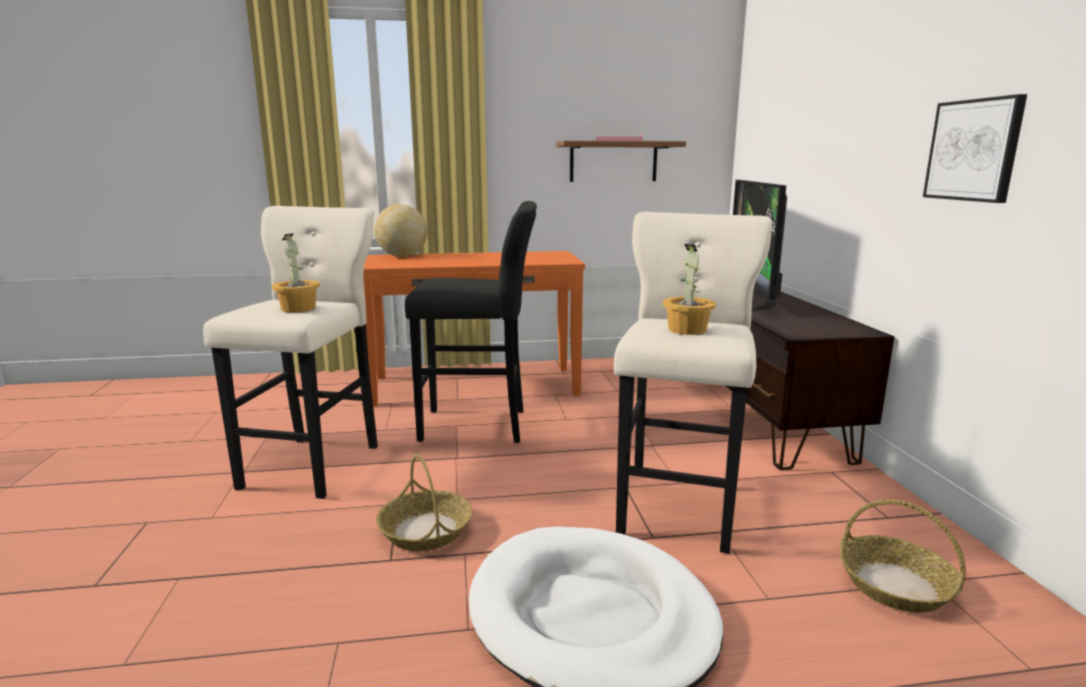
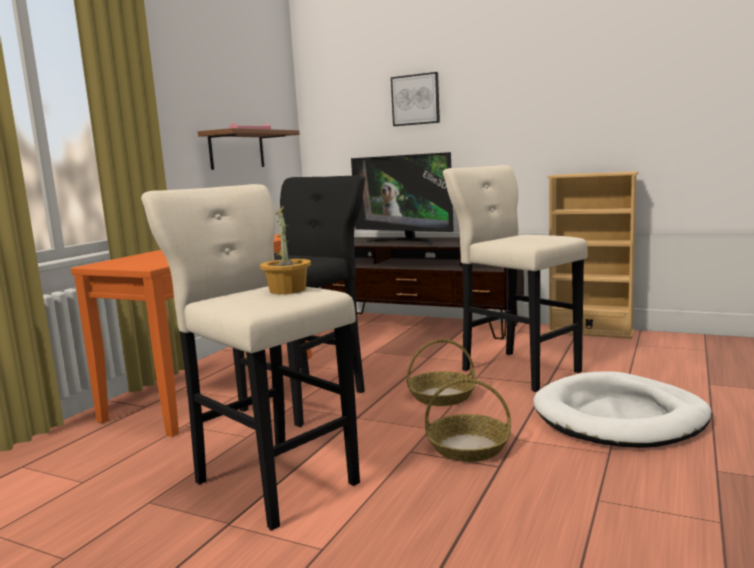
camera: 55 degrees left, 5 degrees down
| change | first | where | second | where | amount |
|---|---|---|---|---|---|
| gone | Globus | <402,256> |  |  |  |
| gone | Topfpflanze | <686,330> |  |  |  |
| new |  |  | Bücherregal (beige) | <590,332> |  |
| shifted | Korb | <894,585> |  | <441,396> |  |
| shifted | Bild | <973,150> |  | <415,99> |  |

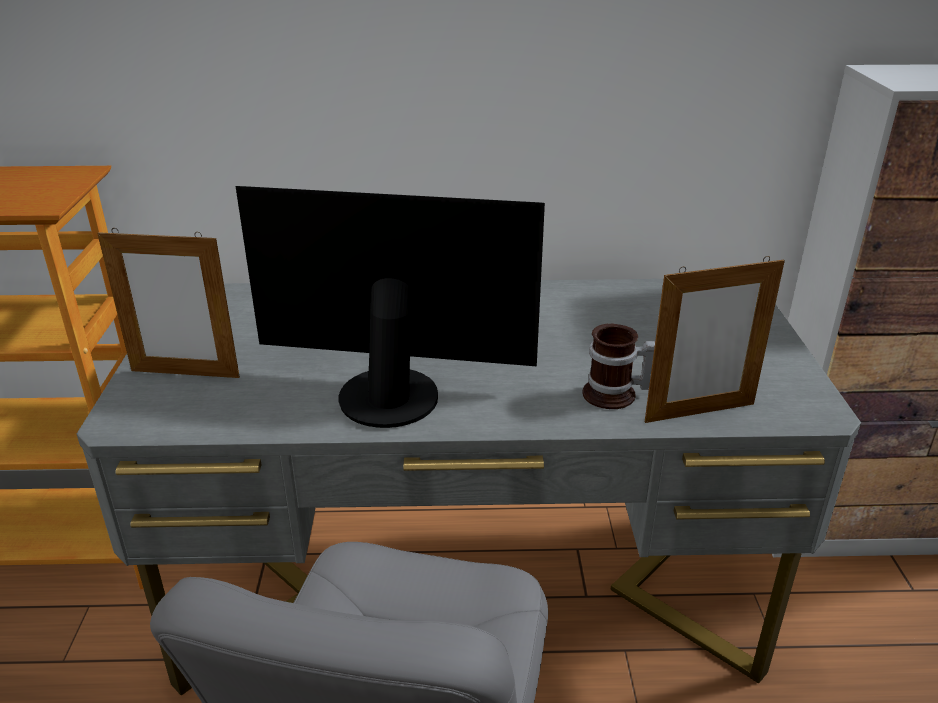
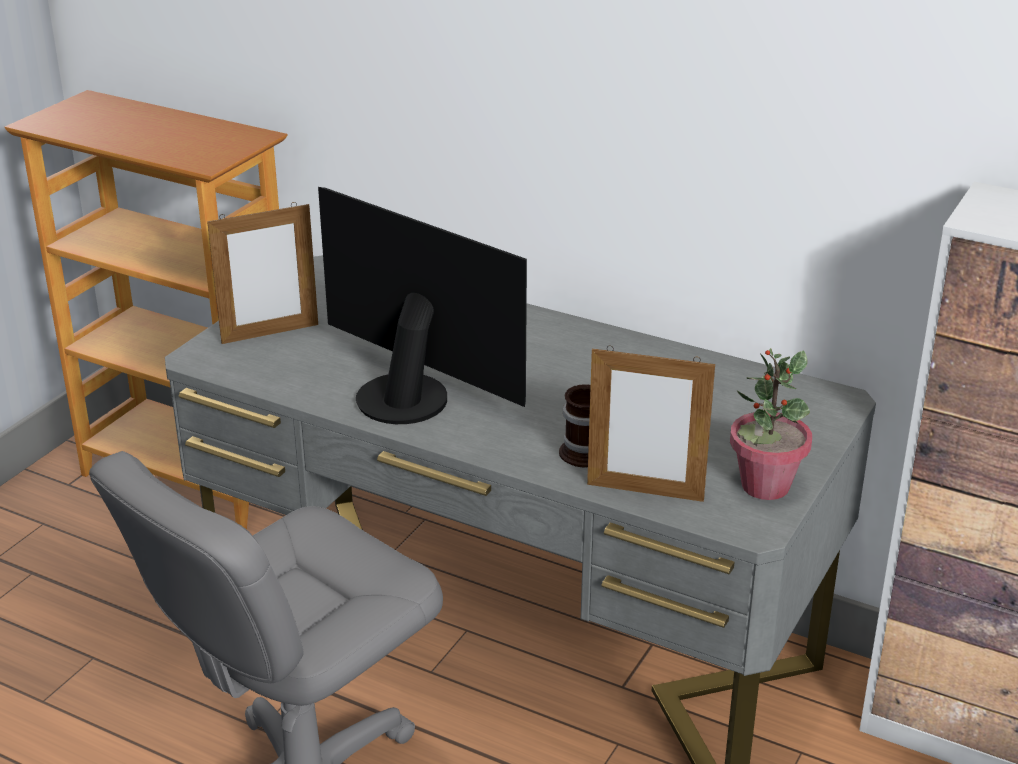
camera: 30 degrees right, 0 degrees up
| change | first | where | second | where | amount |
|---|---|---|---|---|---|
| new |  |  | Topfpflanze | <764,486> |  |
| rotated | Bilderrahmen | <185,373> |  | <270,333> | 60 degrees counterclockwise |

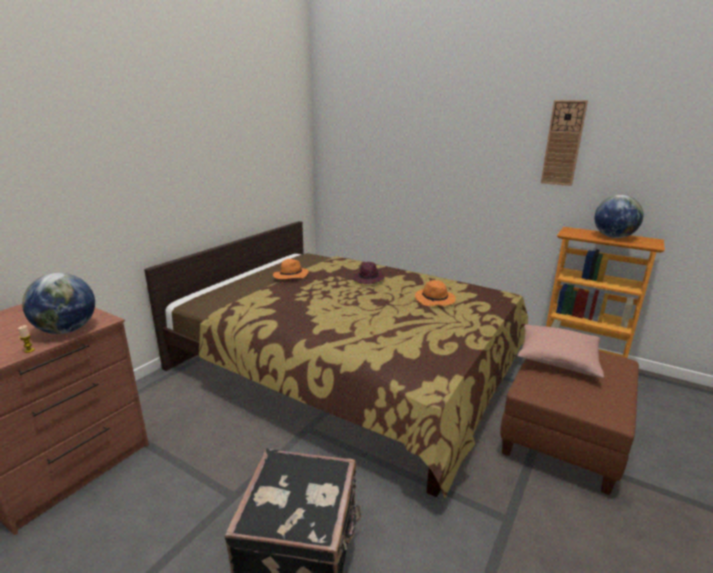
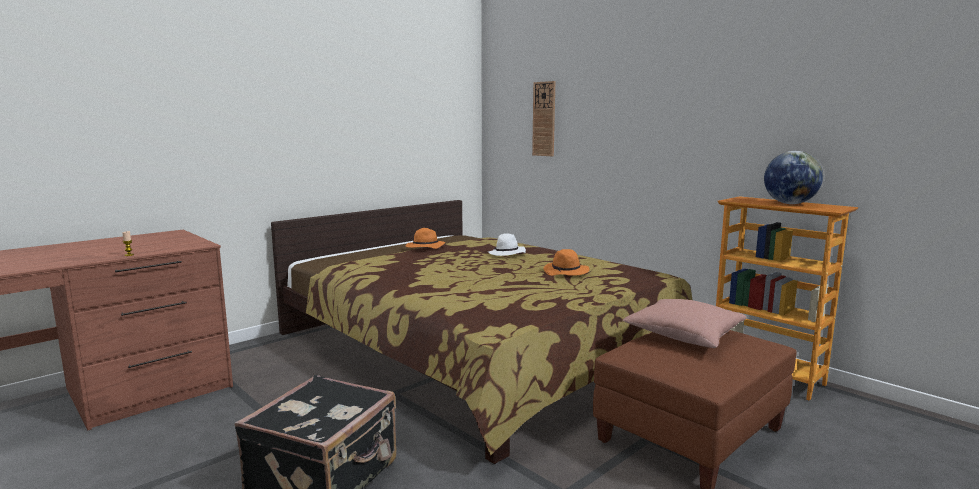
camera: 15 degrees right, 10 degrees down
| change | first | where | second | where | amount |
|---|---|---|---|---|---|
| gone | Globus | <67,330> |  |  |  |
| shifted | Wanduhr | <563,143> |  | <544,119> |  |
| repainted | Hut (lila) | <368,279> | Hut (weiß) | <507,254> |  |

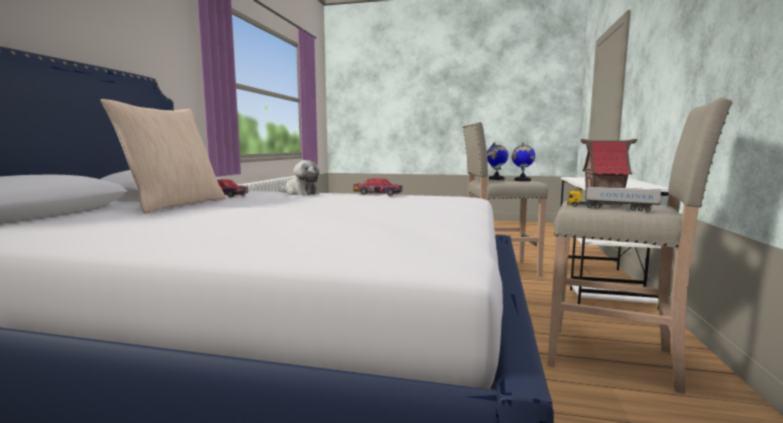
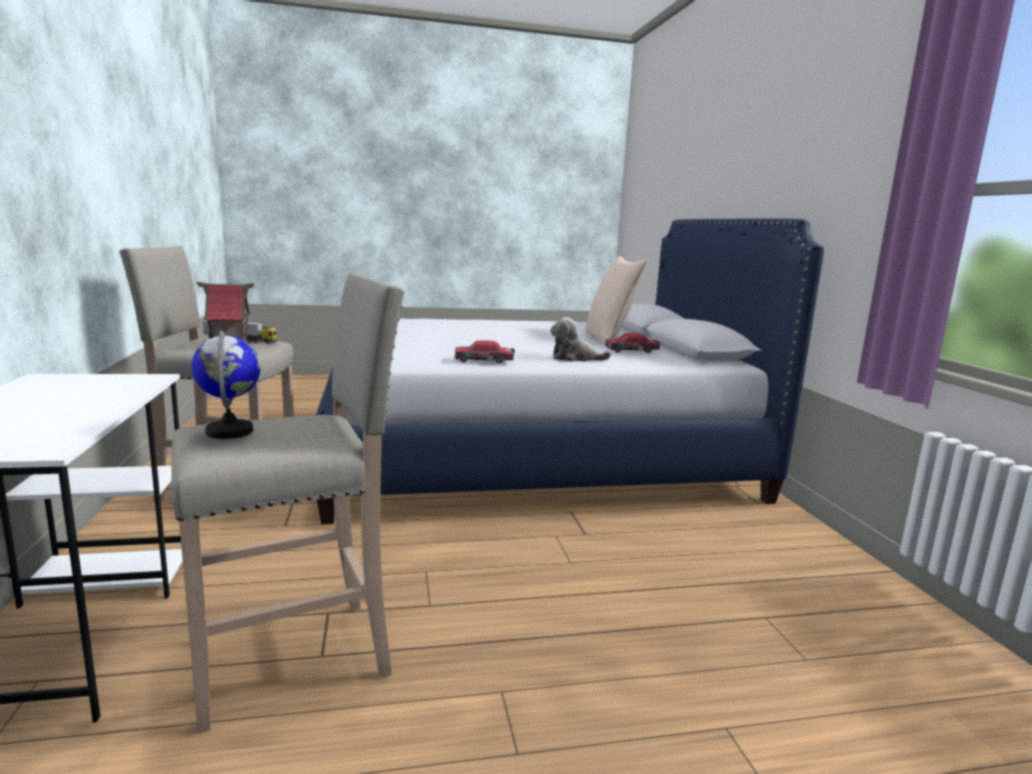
camera: 155 degrees right, 5 degrees up
| change | first | where | second | where | amount |
|---|---|---|---|---|---|
| gone | Globus | <496,179> |  |  |  |

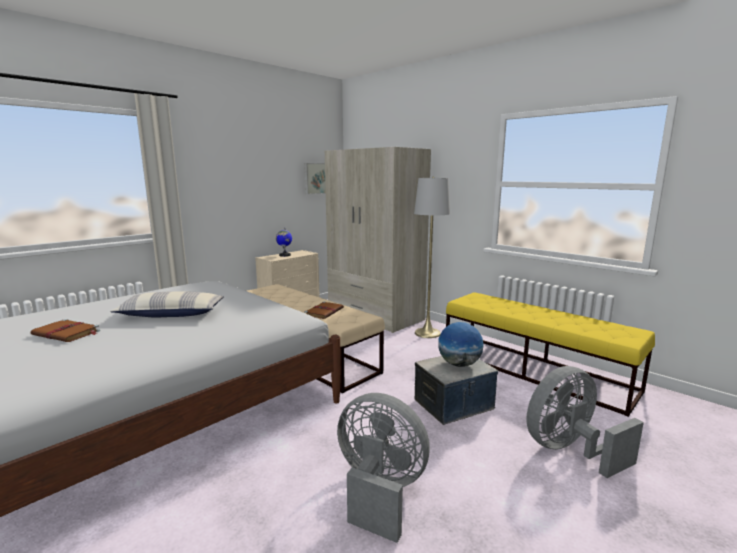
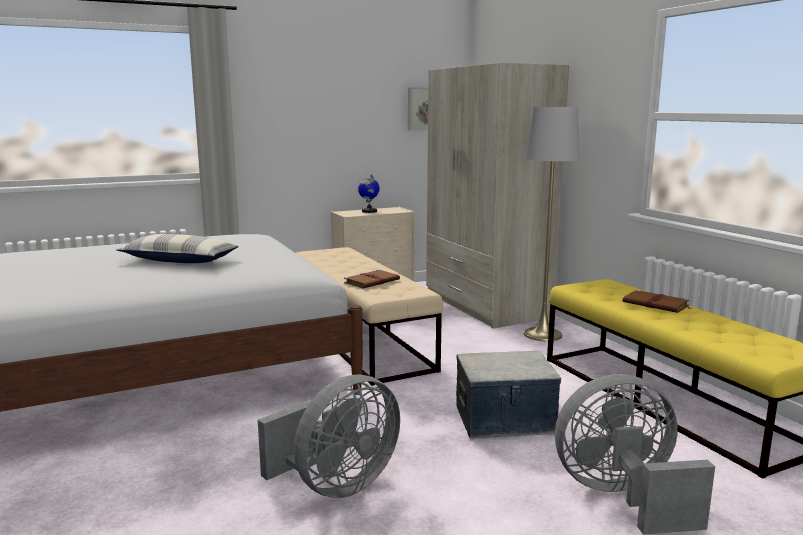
camera: 20 degrees right, 0 degrees up
| change | first | where | second | where | amount |
|---|---|---|---|---|---|
| gone | Globus | <459,364> |  |  |  |
| shifted | Buch (braun) | <67,333> |  | <656,304> |  |
| rotated | Ventilator (grau) | <379,491> |  | <337,485> | 90 degrees clockwise |

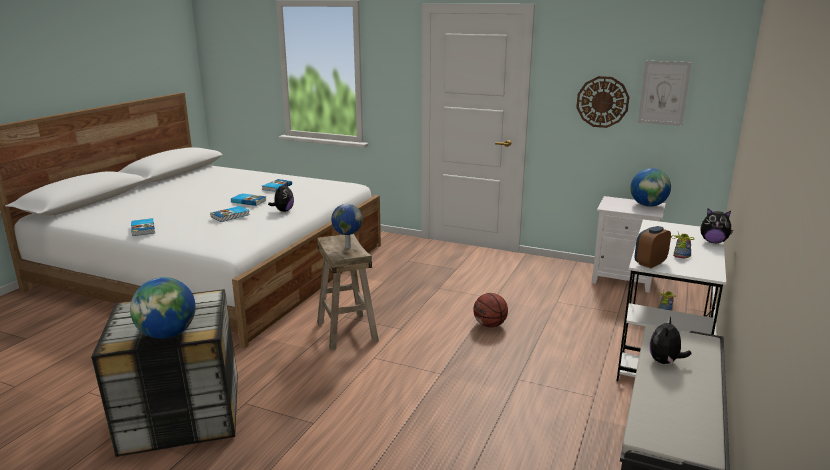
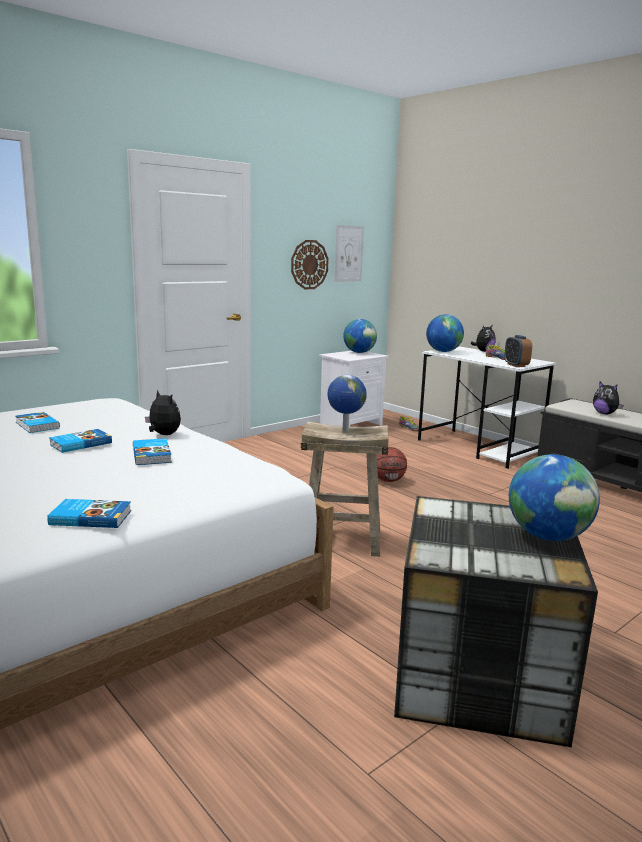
camera: 65 degrees left, 5 degrees down
| change | first | where | second | where | amount |
|---|---|---|---|---|---|
| new |  |  | Globus | <443,351> |  |

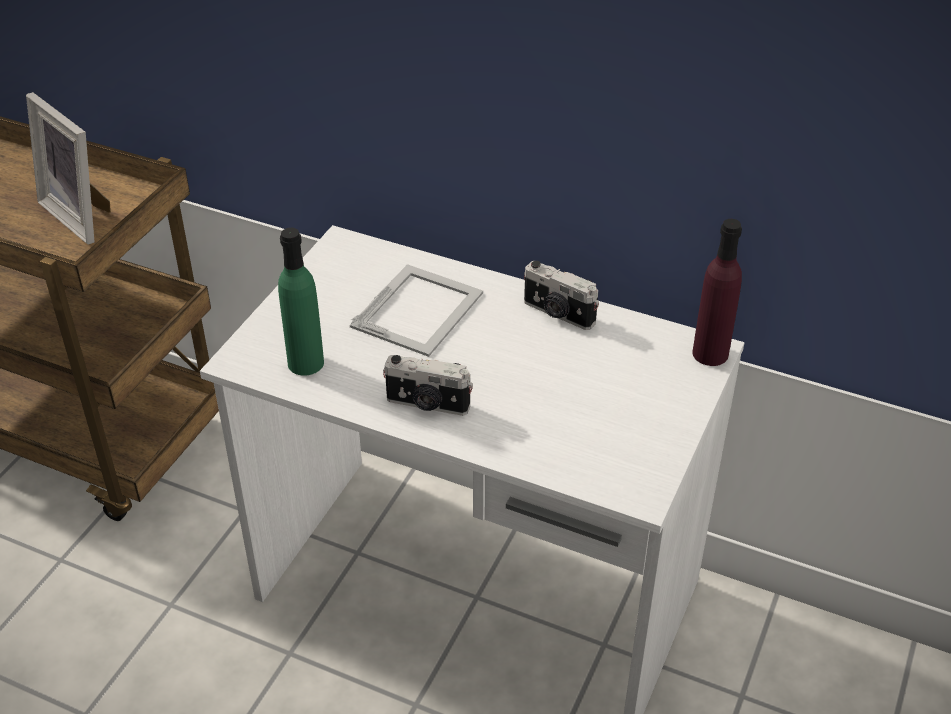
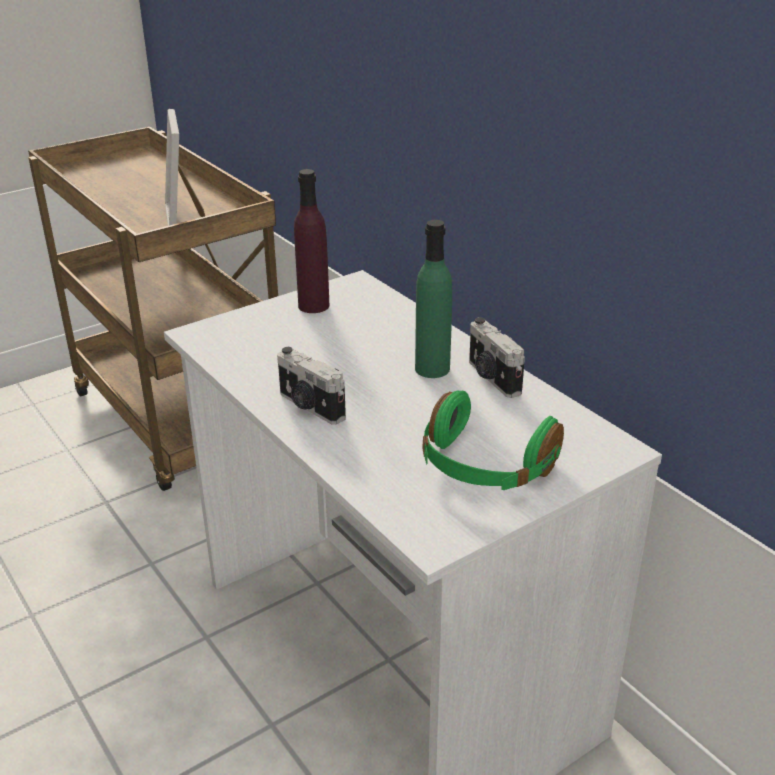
camera: 30 degrees right, 10 degrees down
| change | first | where | second | where | amount |
|---|---|---|---|---|---|
| gone | Bilderrahmen | <419,309> |  |  |  |
| new |  |  | Kopfhörer (grün) | <484,467> |  |
| shifted | Flasche (grün) | <306,363> |  | <432,369> |  |
| shifted | Flasche (lila) | <710,353> |  | <313,306> |  |

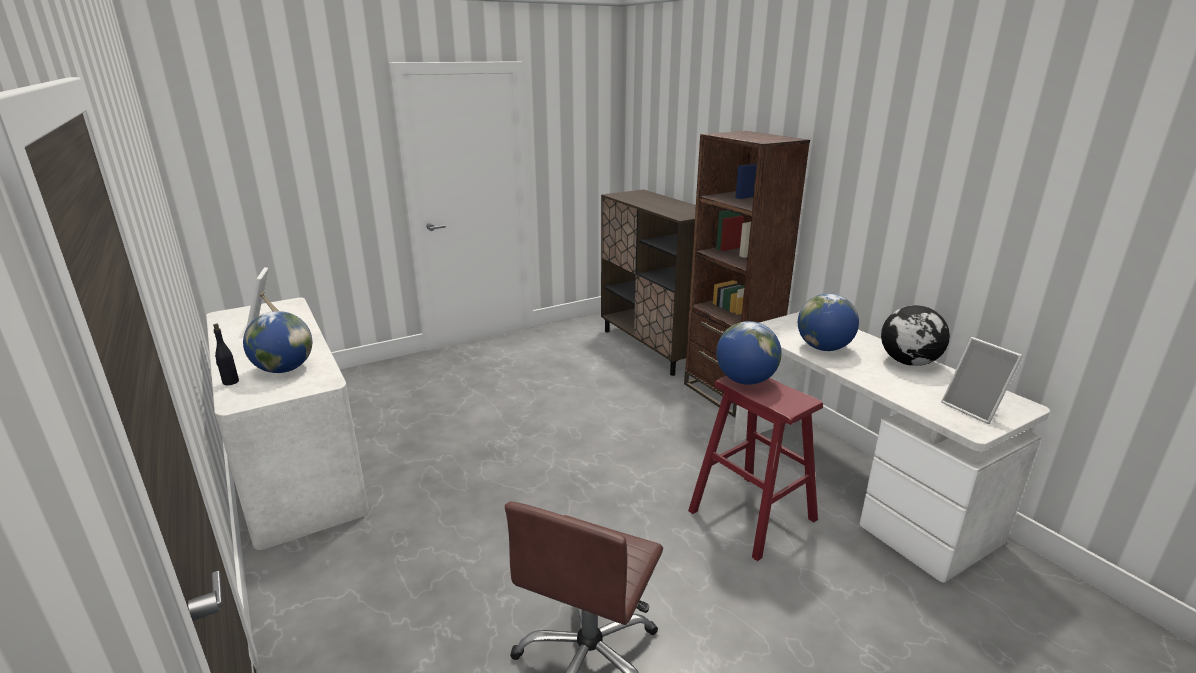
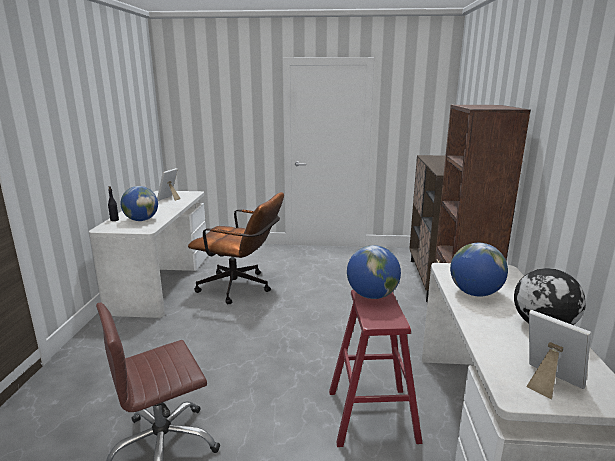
camera: 35 degrees right, 5 degrees down
| change | first | where | second | where | amount |
|---|---|---|---|---|---|
| new |  |  | Bürostuhl (braun) | <241,288> |  |
| rotated | Bilderrahmen | <974,409> |  | <548,382> | 135 degrees clockwise |

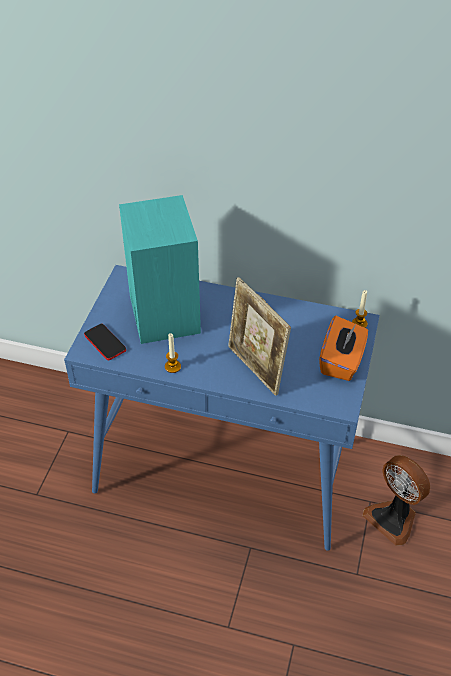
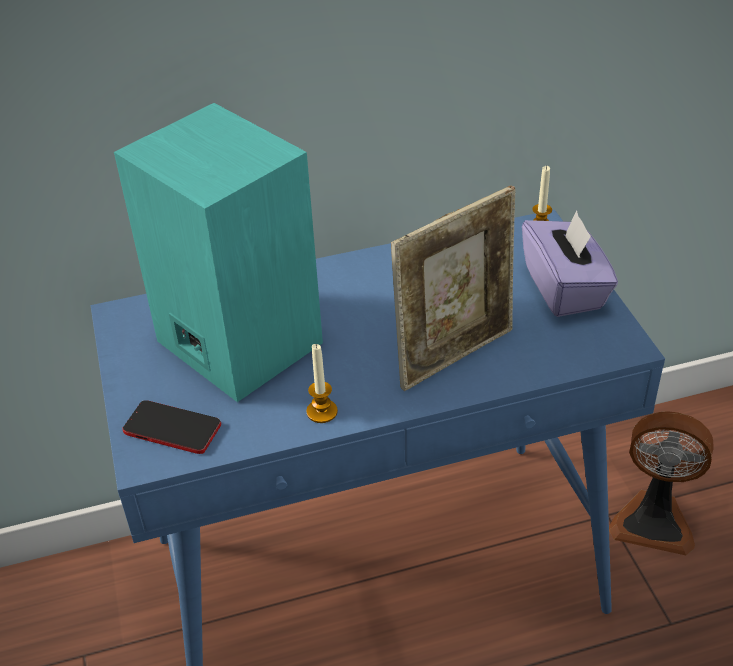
camera: 30 degrees left, 5 degrees down
| change | first | where | second | where | amount |
|---|---|---|---|---|---|
| repainted | Taschentuchbox (orange) | <341,361> | Taschentuchbox (lila) | <565,288> |  |
| rotated | Bilderrahmen | <256,369> |  | <455,354> | 60 degrees counterclockwise |

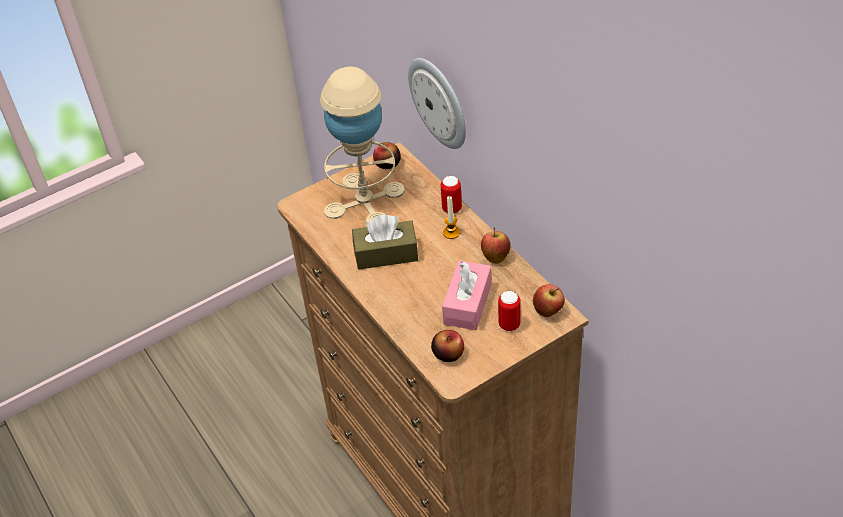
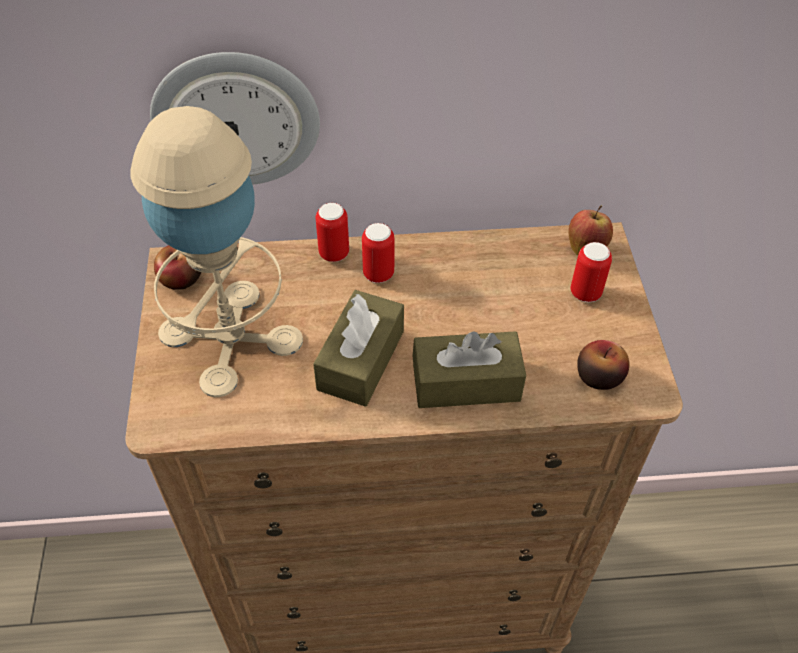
camera: 65 degrees left, 5 degrees up
| change | first | where | second | where | amount |
|---|---|---|---|---|---|
| gone | Taschentuchbox (rosa) | <467,304> |  |  |  |
| gone | Apfel | <495,256> |  |  |  |
| new |  |  | Taschentuchbox (braun) | <466,382> |  |
| swapped | Kerze | <451,233> | Dose | <378,274> |  |

